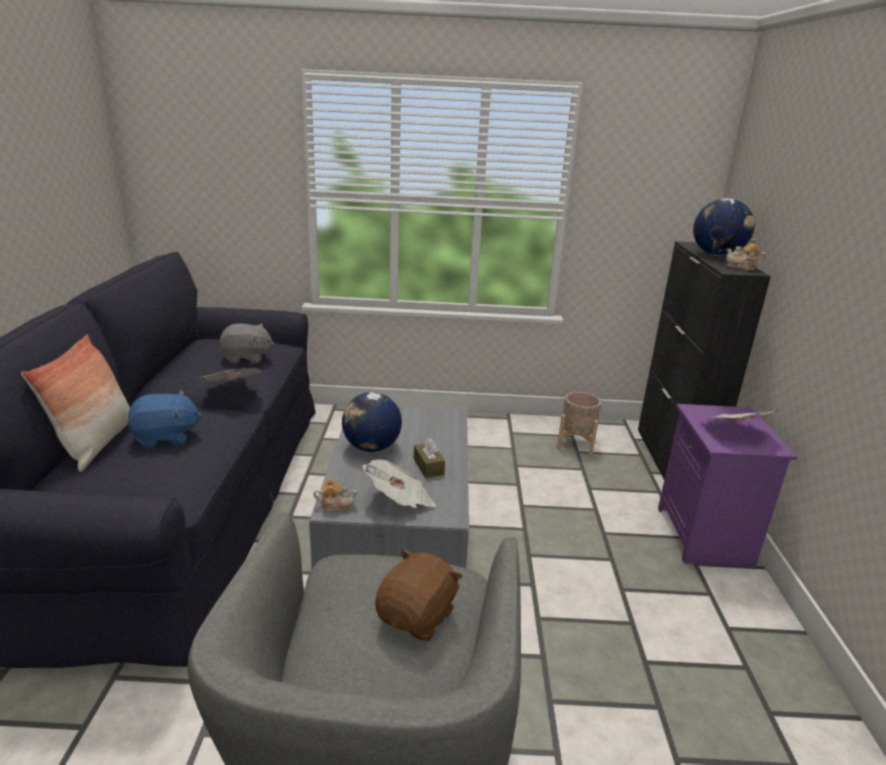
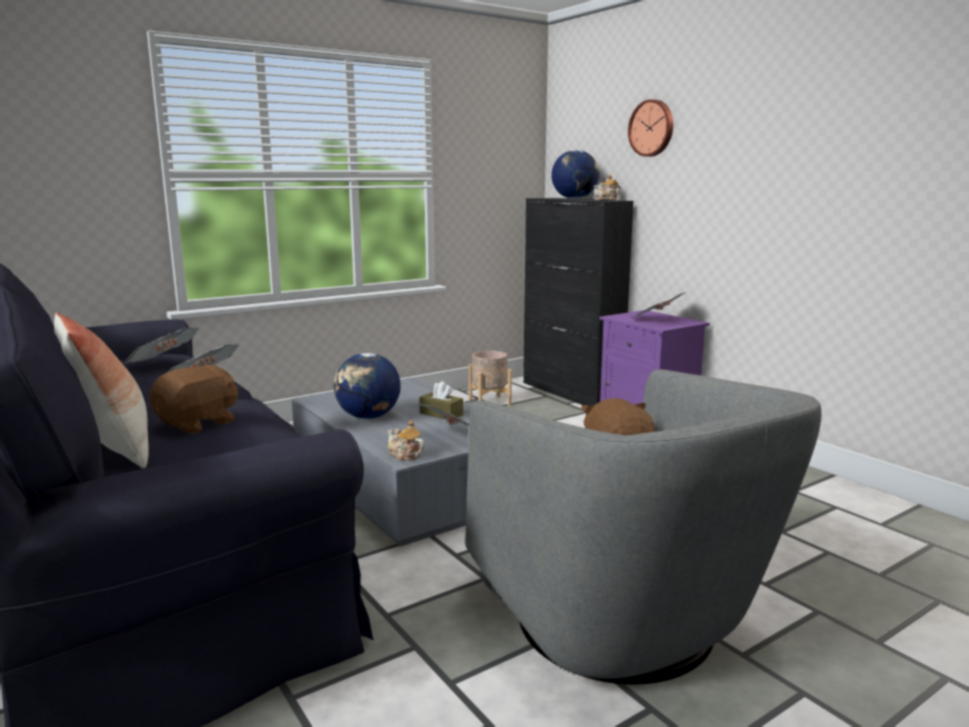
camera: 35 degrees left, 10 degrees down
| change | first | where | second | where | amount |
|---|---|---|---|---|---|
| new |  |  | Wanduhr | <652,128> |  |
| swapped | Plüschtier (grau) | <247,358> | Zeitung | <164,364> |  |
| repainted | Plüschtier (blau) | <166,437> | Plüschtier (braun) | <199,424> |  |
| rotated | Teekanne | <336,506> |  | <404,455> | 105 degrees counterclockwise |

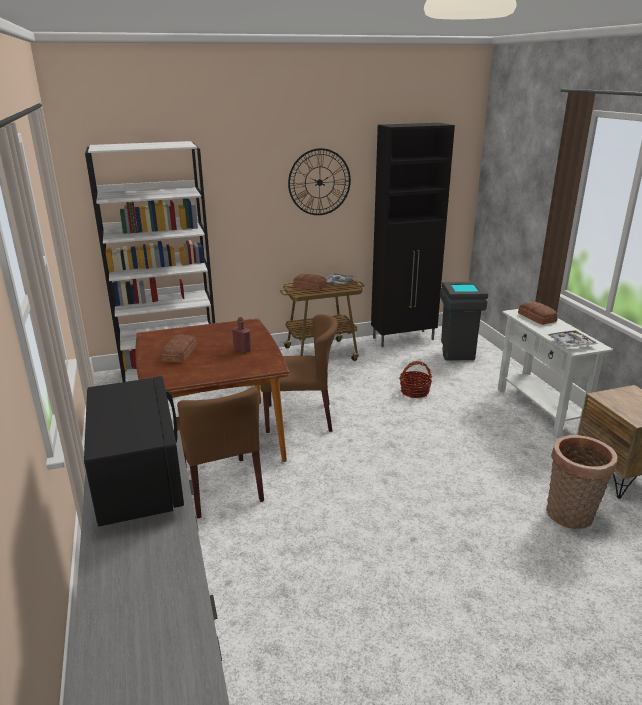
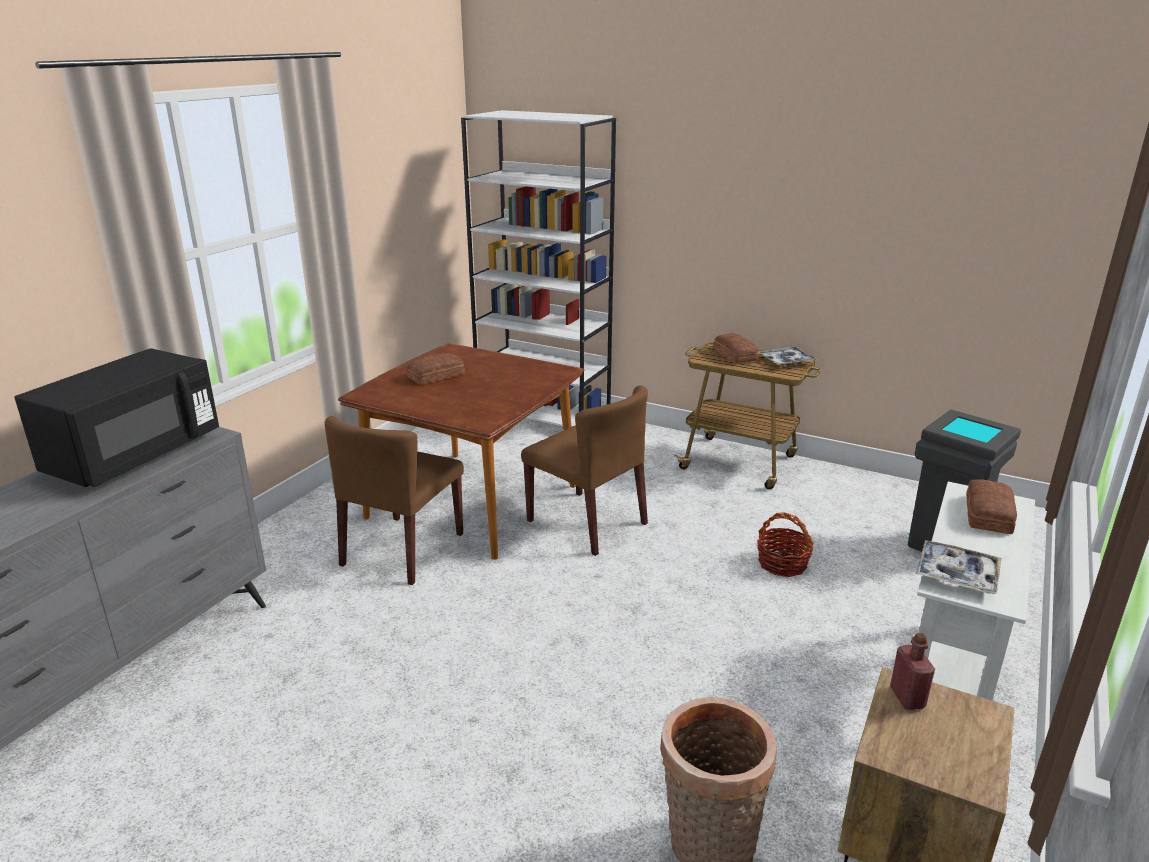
camera: 45 degrees right, 0 degrees up
| change | first | where | second | where | amount |
|---|---|---|---|---|---|
| gone | Wanduhr | <319,182> |  |  |  |
| gone | Schrank (schwarz) | <404,339> |  |  |  |
| shifted | Flasche (rot) | <242,350> |  | <907,698> |  |

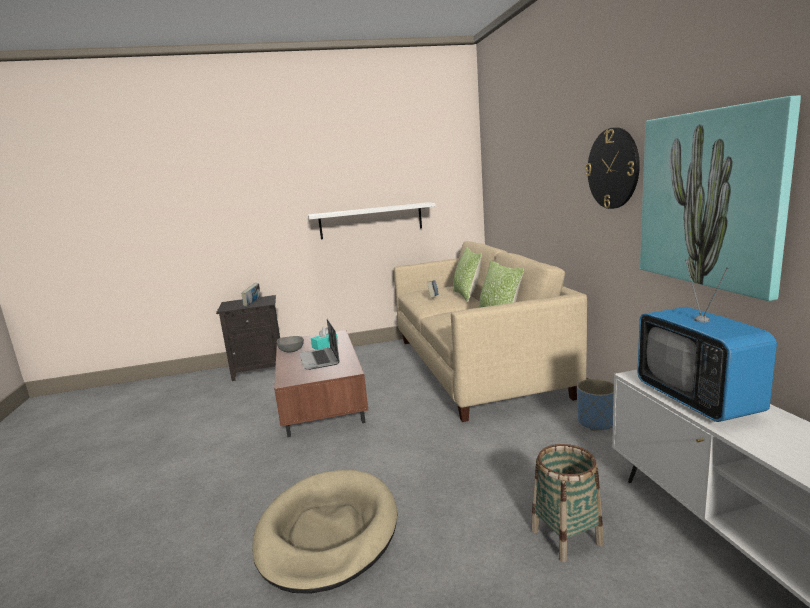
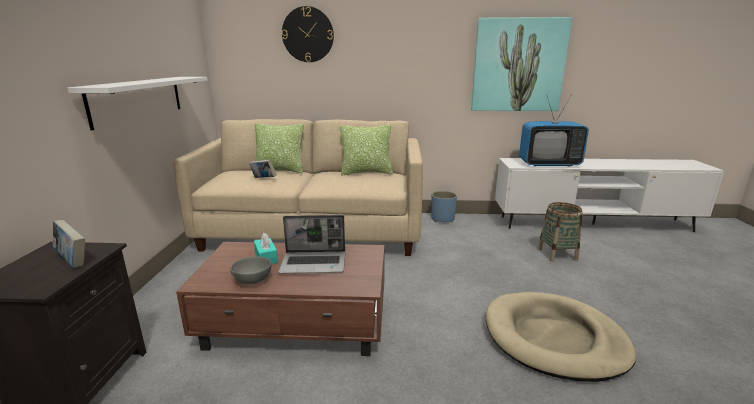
camera: 75 degrees left, 5 degrees up
| change | first | where | second | where | amount |
|---|---|---|---|---|---|
| shifted | Wanduhr | <613,168> |  | <308,34> |  |

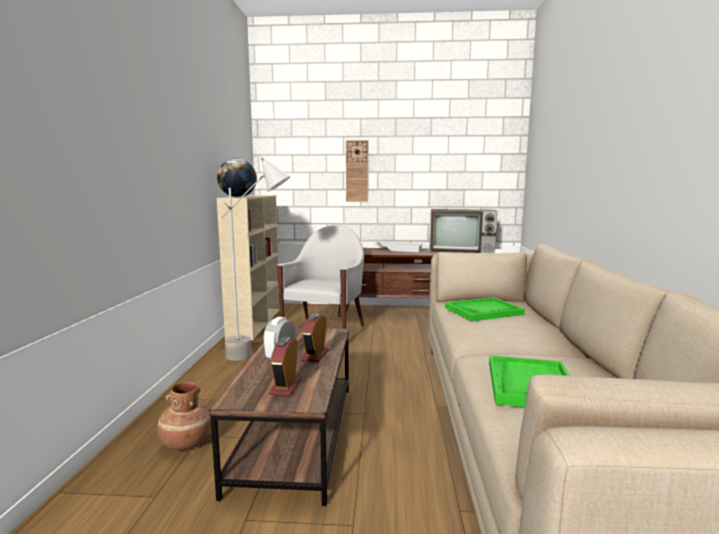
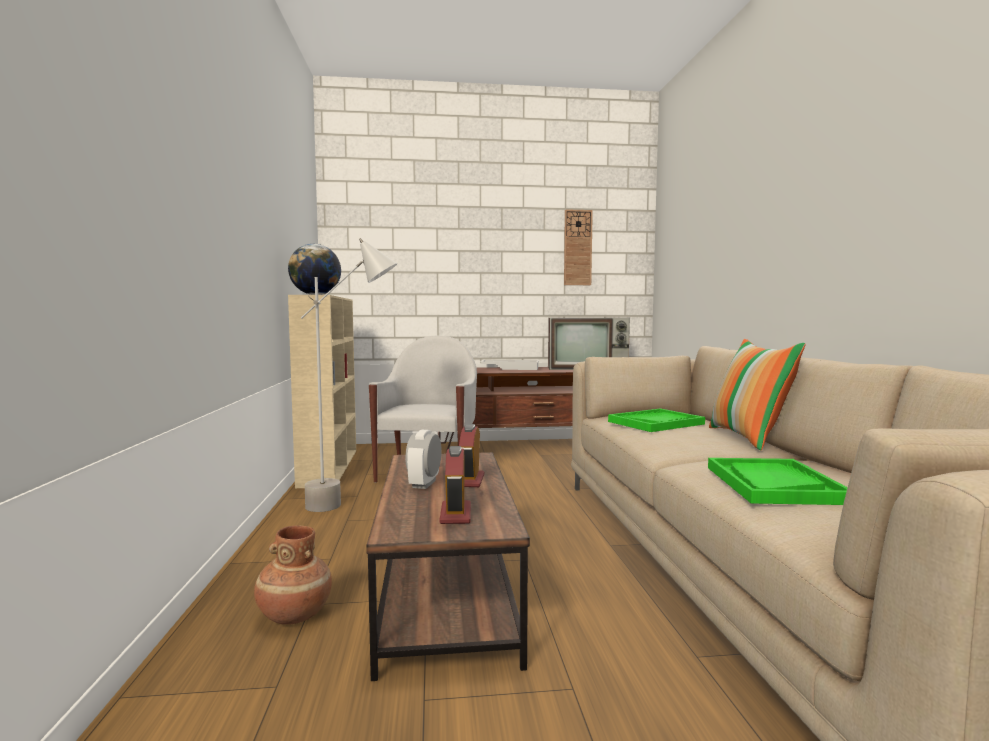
camera: 10 degrees left, 5 degrees down
| change | first | where | second | where | amount |
|---|---|---|---|---|---|
| new |  |  | Kissen | <749,438> |  |
| shifted | Wanduhr | <357,171> |  | <577,248> |  |

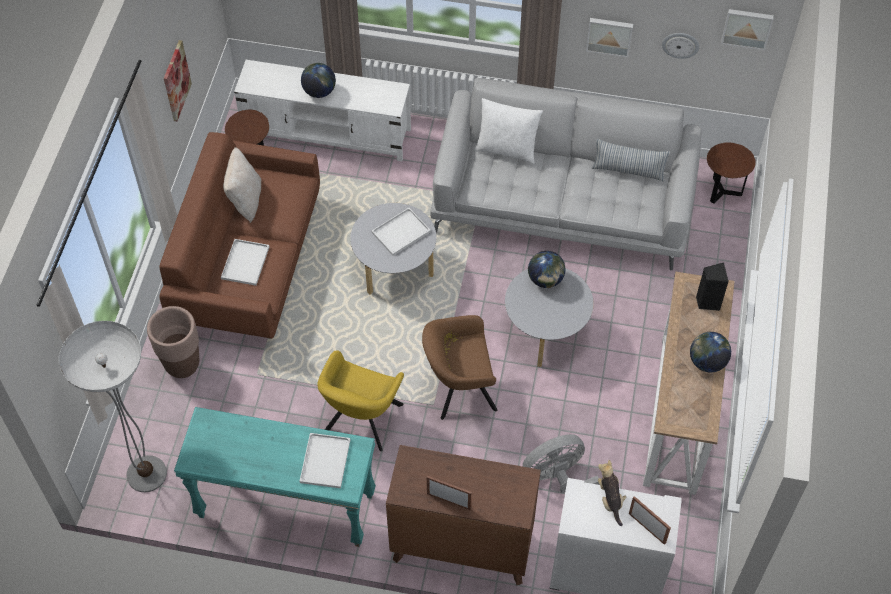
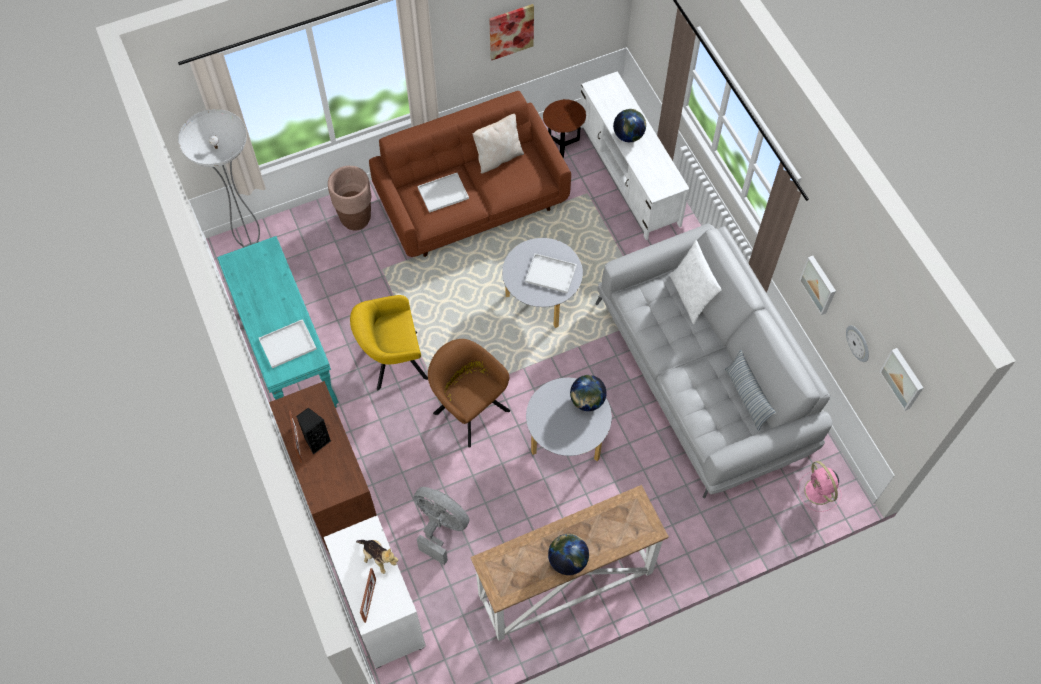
camera: 55 degrees right, 5 degrees up
| change | first | where | second | where | amount |
|---|---|---|---|---|---|
| shifted | Lautsprecher (schwarz) | <707,302> |  | <316,440> |  |
| swapped | Beistelltisch (braun) | <722,192> | Ventilator (rosa) | <819,492> |  |
| rotated | Plüschtier | <610,499> |  | <378,558> | 90 degrees clockwise |

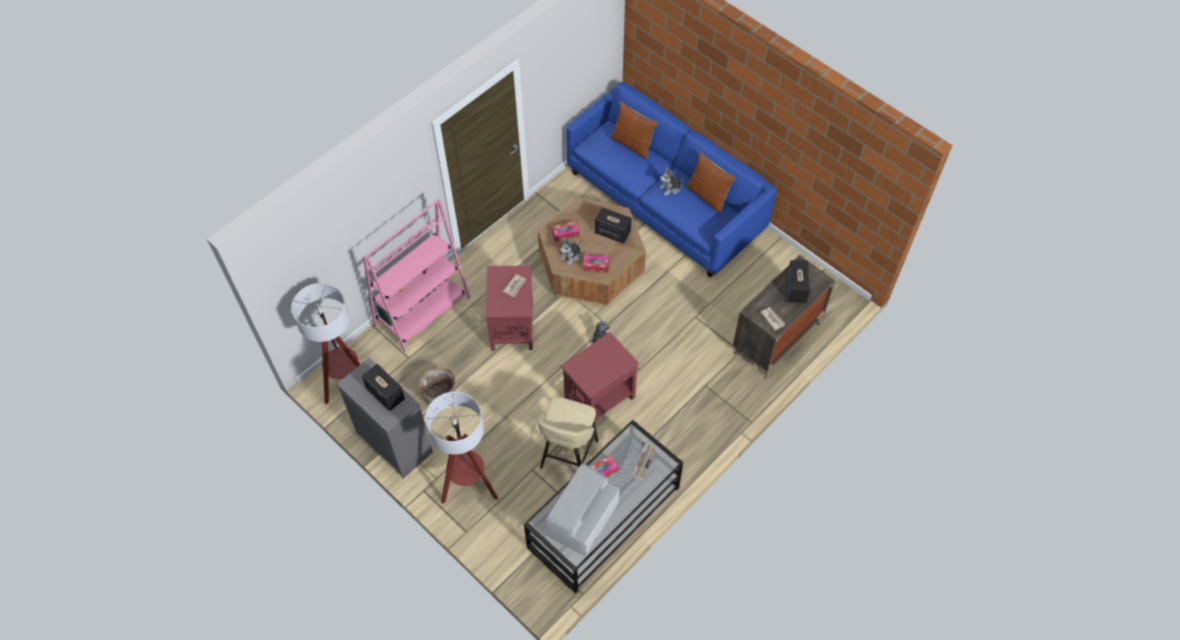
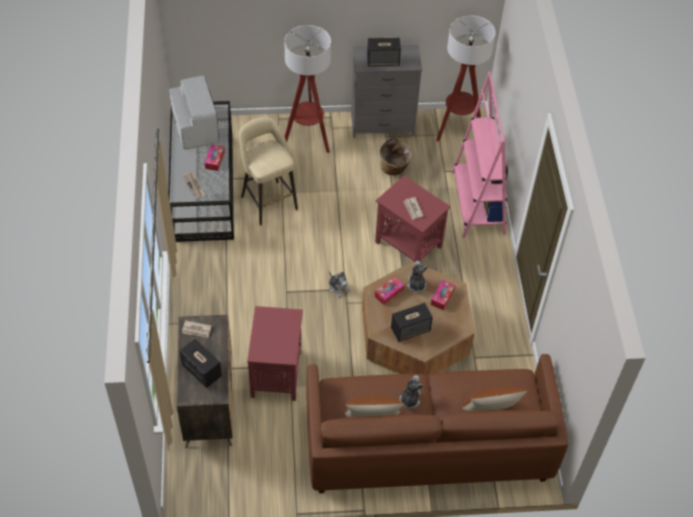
camera: 130 degrees right, 5 degrees down
| change | first | where | second | where | amount |
|---|---|---|---|---|---|
| shifted | Beistelltisch (rot) | <599,398> |  | <277,373> |  |
| repainted | Sofa (blau) | <665,201> | Sofa (braun) | <427,444> |  |

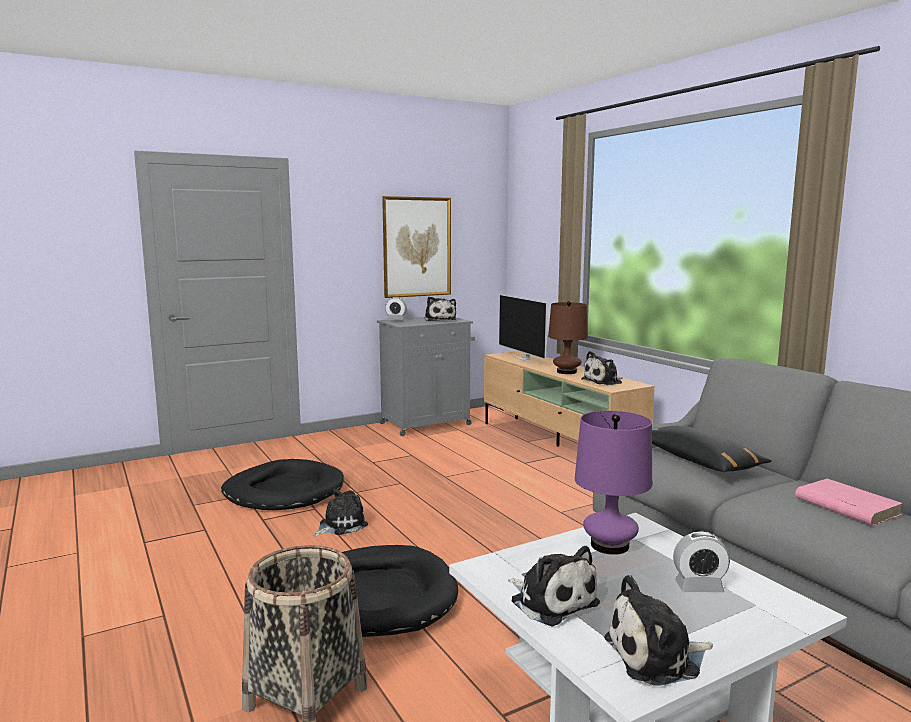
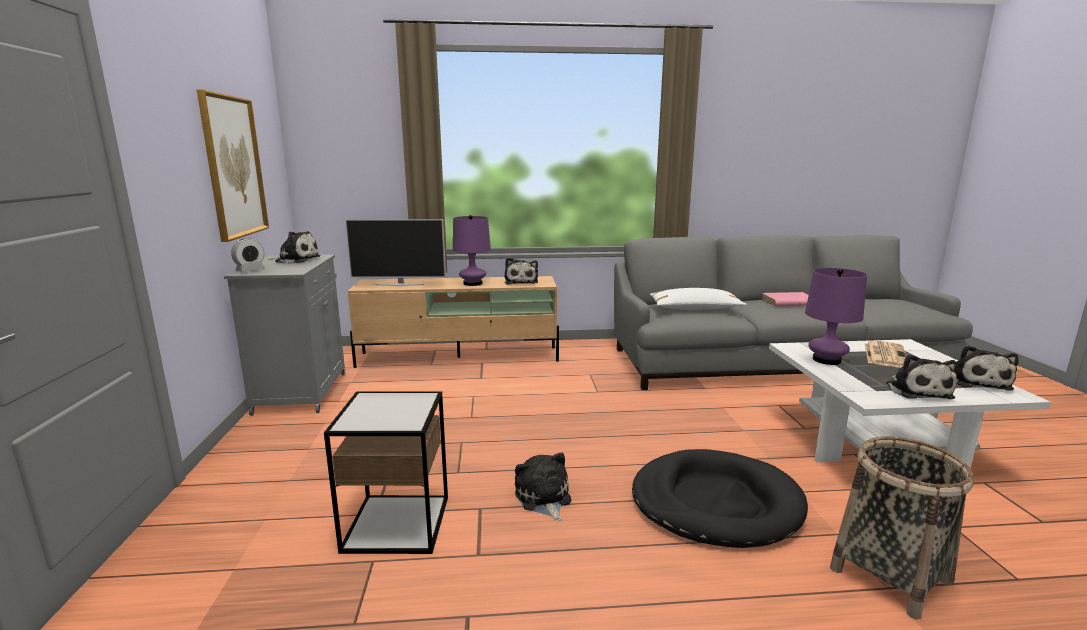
camera: 65 degrees left, 5 degrees up
| change | first | where | second | where | amount |
|---|---|---|---|---|---|
| swapped | Hundebett (schwarz) | <284,491> | Beistelltisch | <396,524> |  |
| swapped | Wecker | <699,587> | Zeitung | <885,355> |  |
| repainted | Tischlampe (braun) | <566,372> | Tischlampe (lila) | <472,283> |  |
| repainted | Kissen (schwarz) | <697,461> | Kissen (weiß) | <694,309> |  |
| rotated | Plüschtier | <551,601> |  | <917,390> | 105 degrees clockwise |

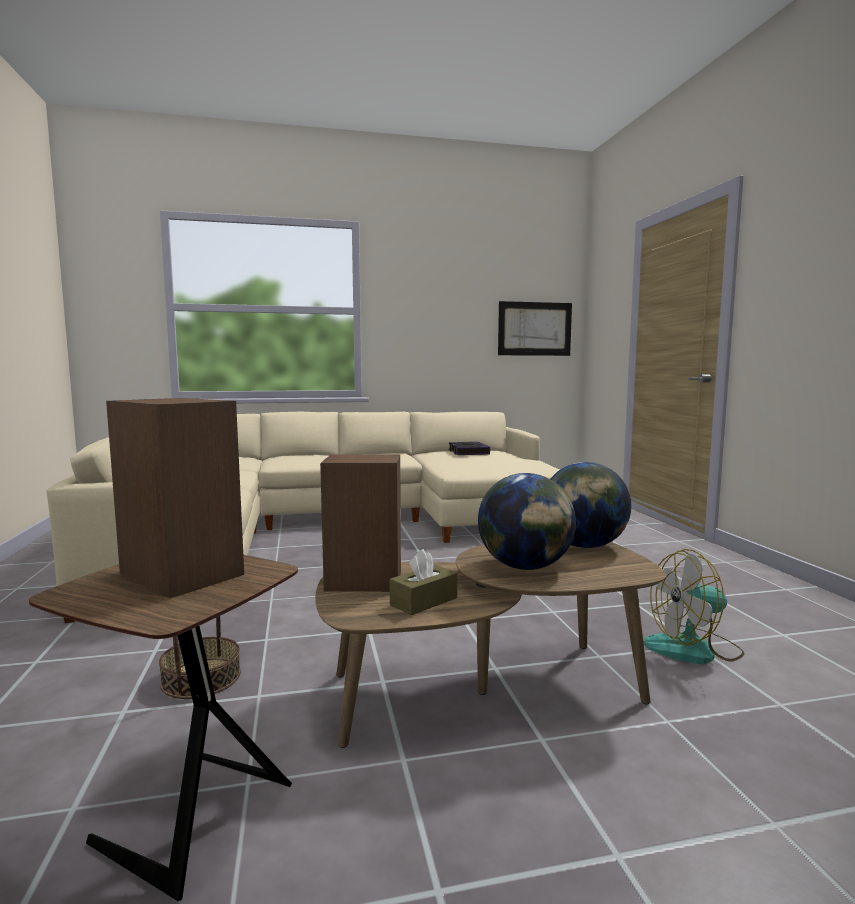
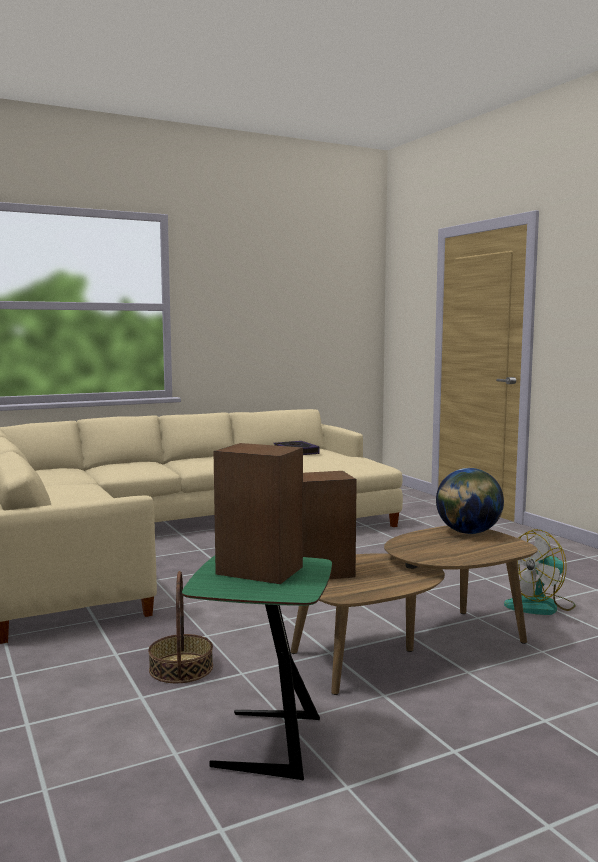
camera: 15 degrees left, 0 degrees up
| change | first | where | second | where | amount |
|---|---|---|---|---|---|
| gone | Taschentuchbox (braun) | <423,601> |  |  |  |
| gone | Globus | <525,567> |  |  |  |
| gone | Bild | <534,329> |  |  |  |
| repainted | Beistelltisch (braun) | <188,815> | Beistelltisch (grün) | <263,744> |  |

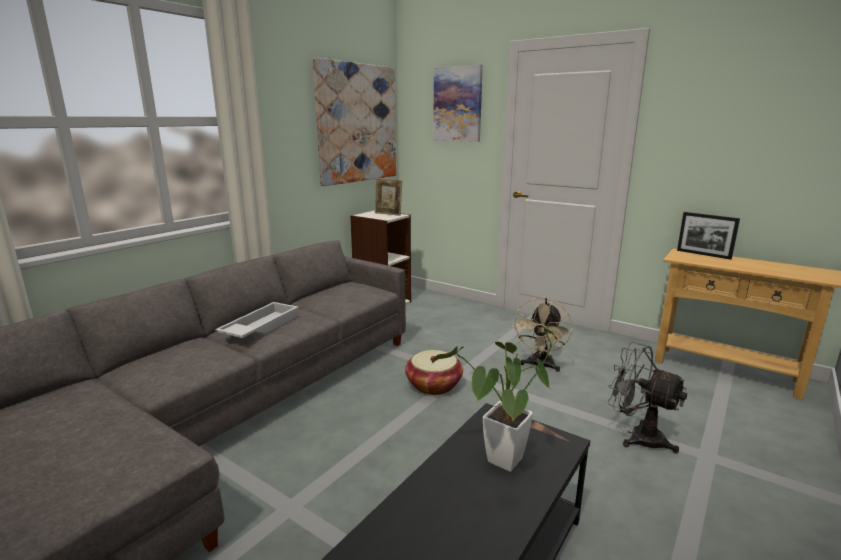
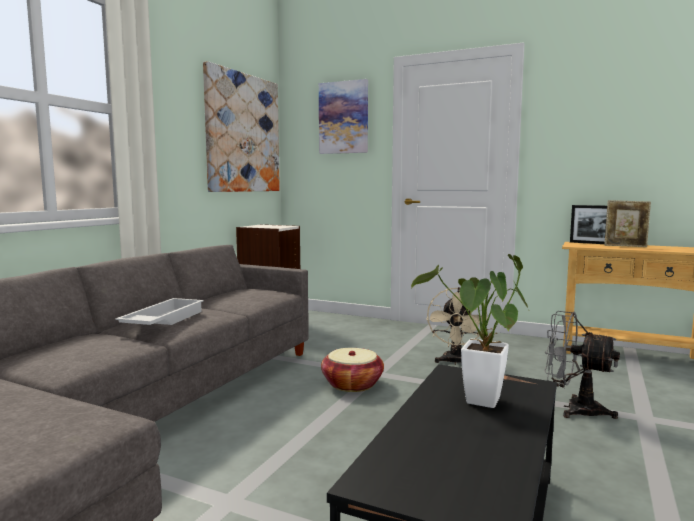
camera: 10 degrees left, 10 degrees down
| change | first | where | second | where | amount |
|---|---|---|---|---|---|
| shifted | Bilderrahmen | <388,214> |  | <625,246> |  |

